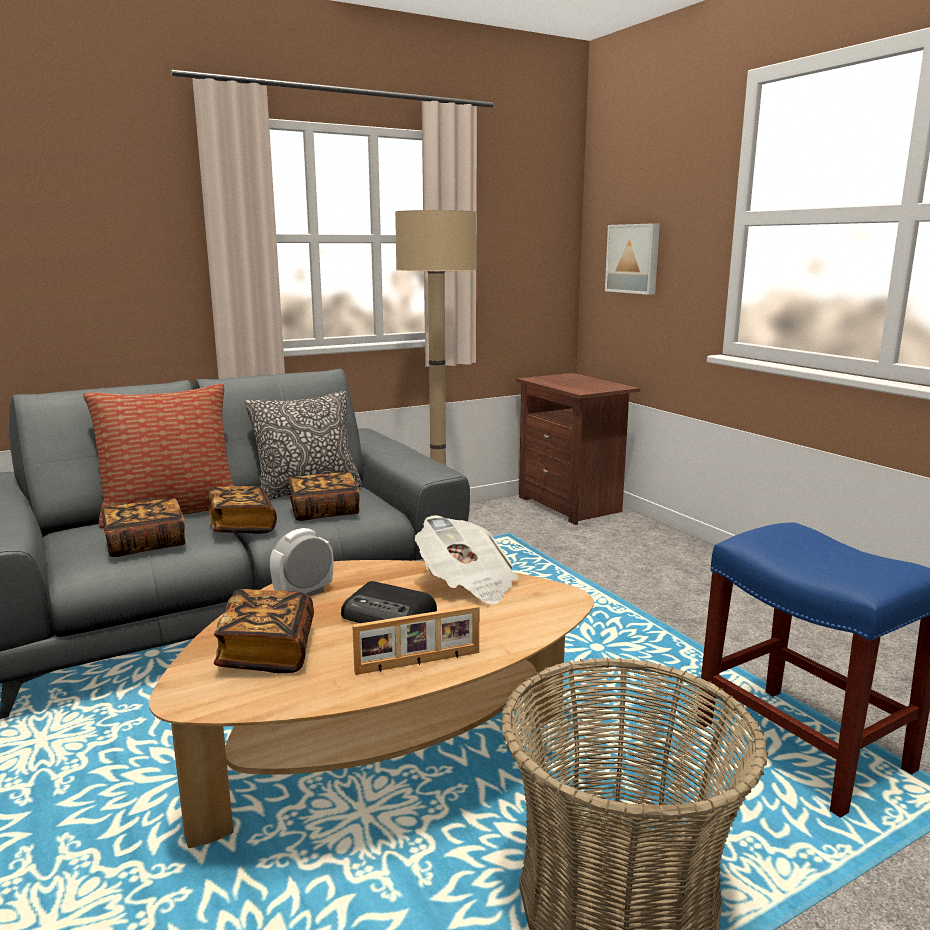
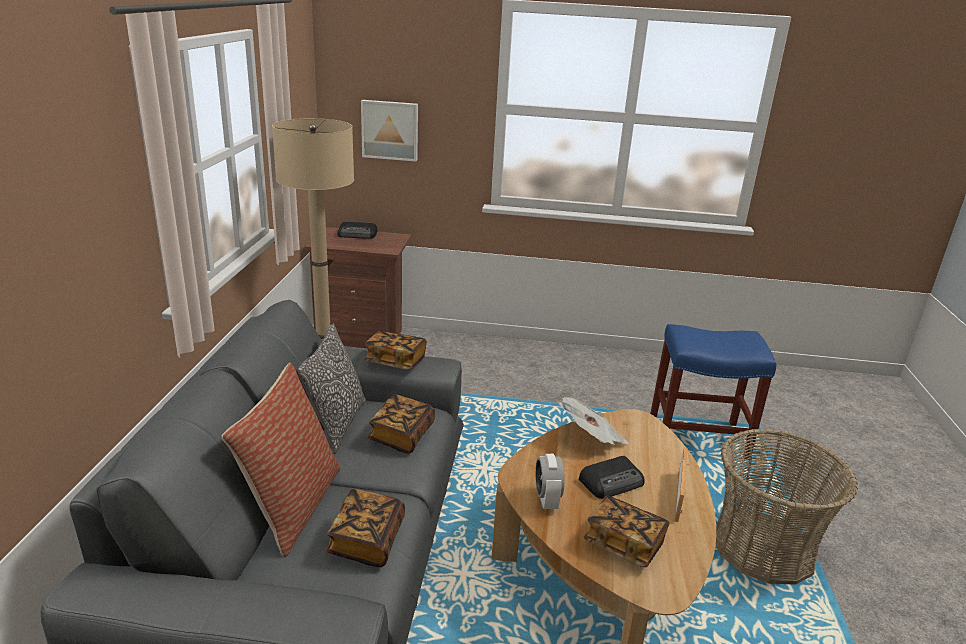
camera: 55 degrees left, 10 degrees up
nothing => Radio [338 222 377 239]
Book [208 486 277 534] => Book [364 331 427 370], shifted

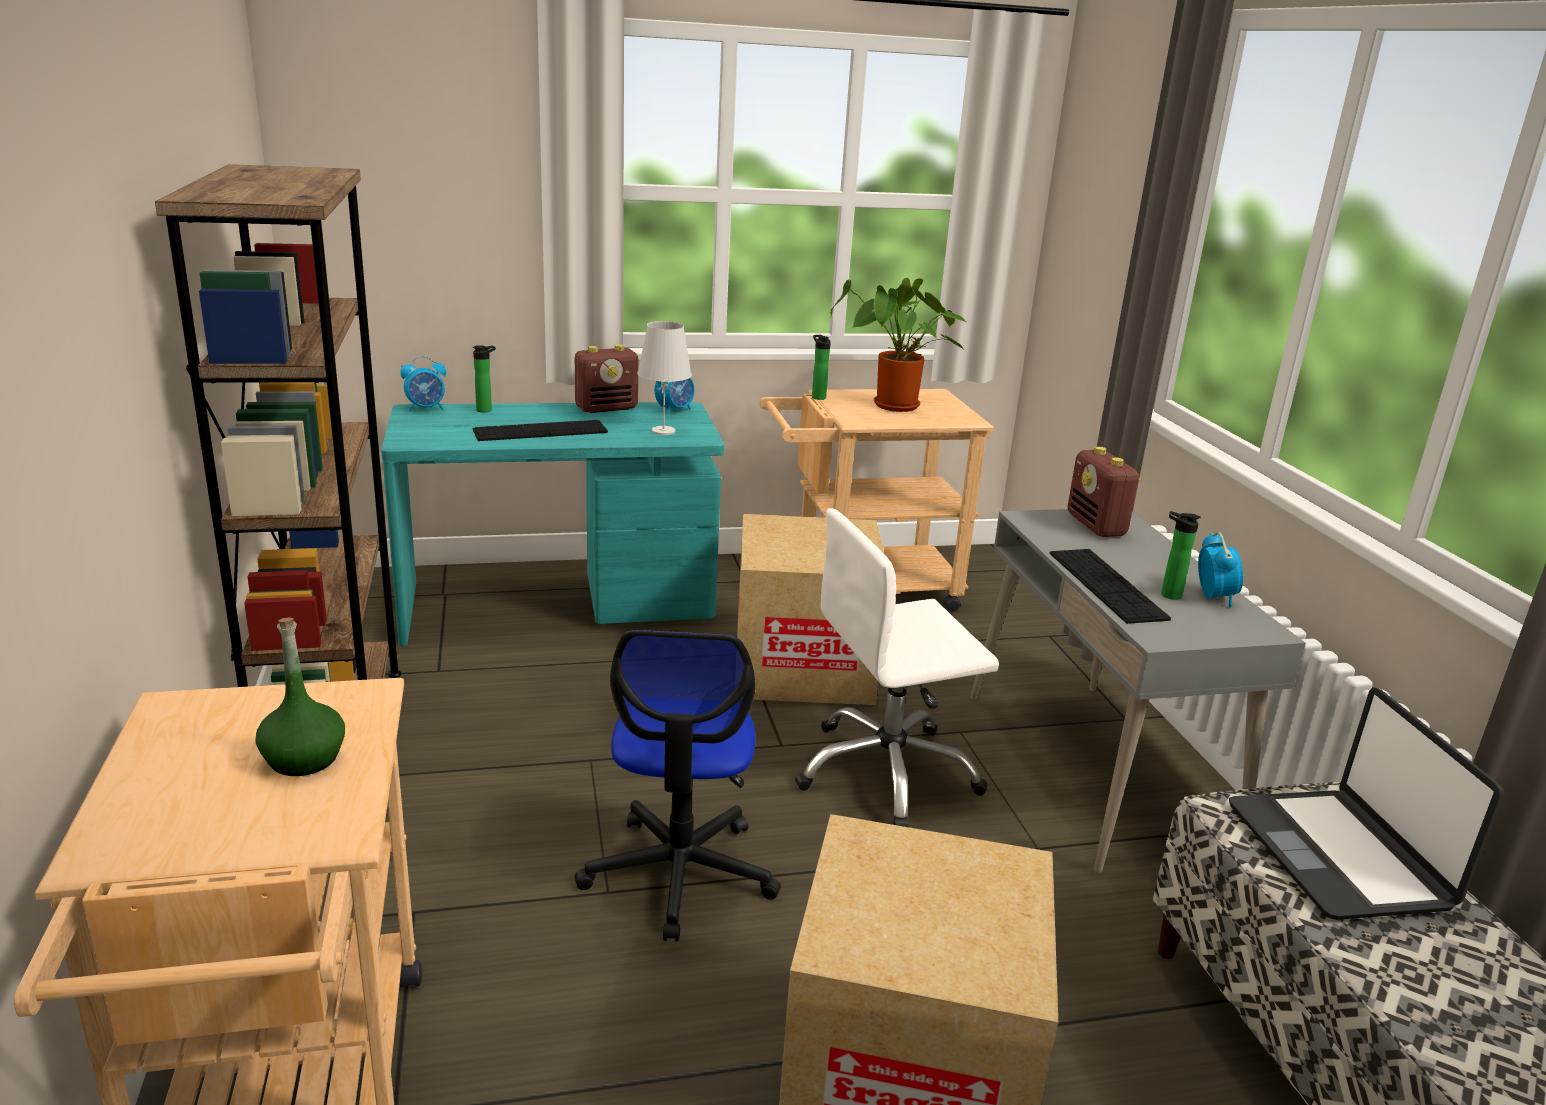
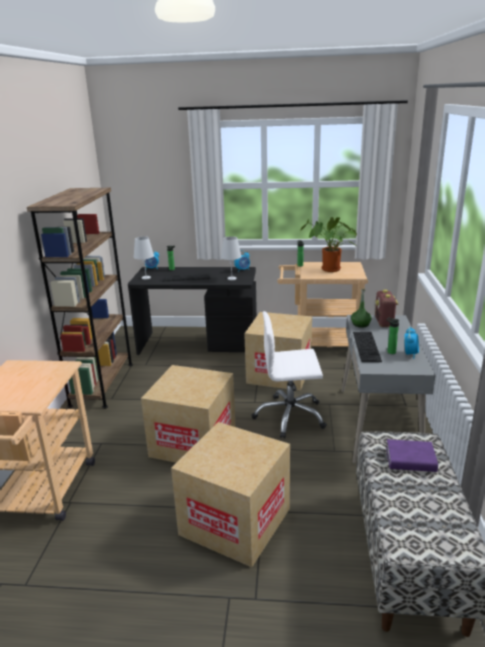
camera: 20 degrees right, 0 degrees up
TurquoiseDesk [381 402 724 646] => BlackDesk [128 267 257 355]
nothing => WhiteTableLamp [133 236 154 279]
OfficeChair [575 630 781 942] => CardboardBox [141 365 236 463]
GreenBottle [256 617 345 776] => GreenBottle [351 288 372 328], shifted
Laptop [1229 687 1504 920] => PurpleBook [386 439 438 472]
Radio [575 344 638 413] => nothing

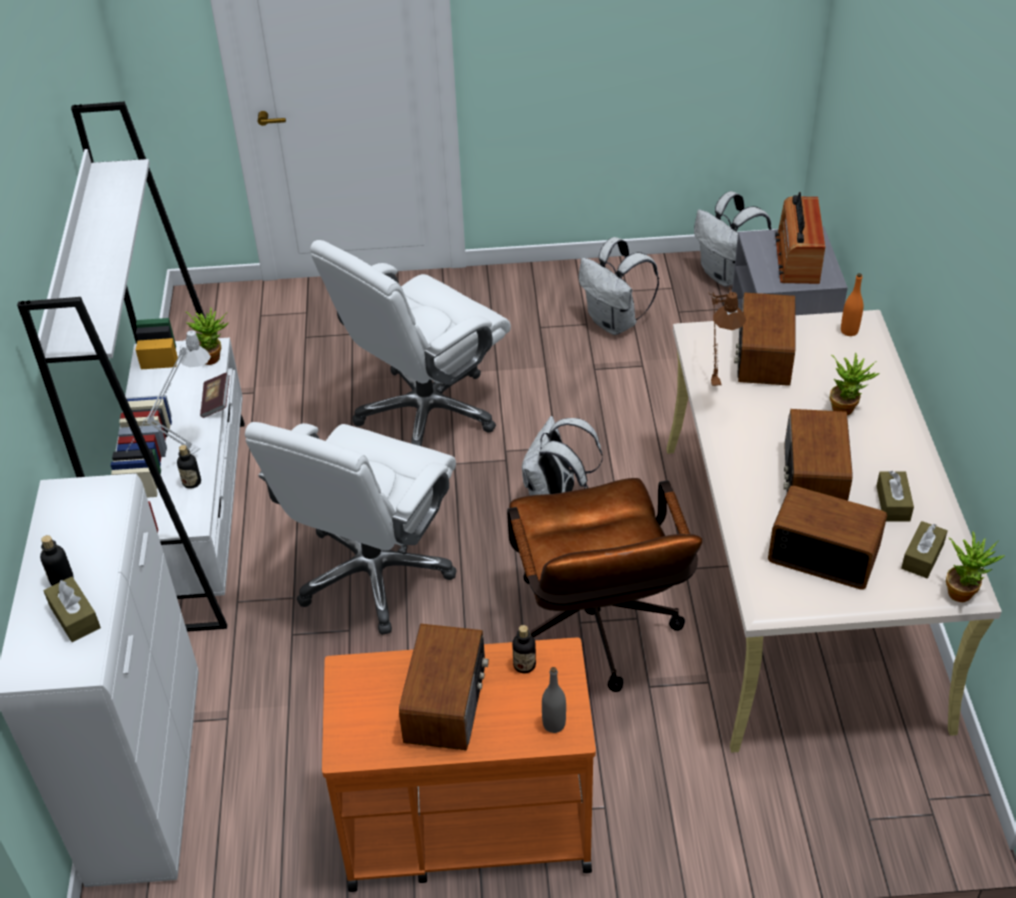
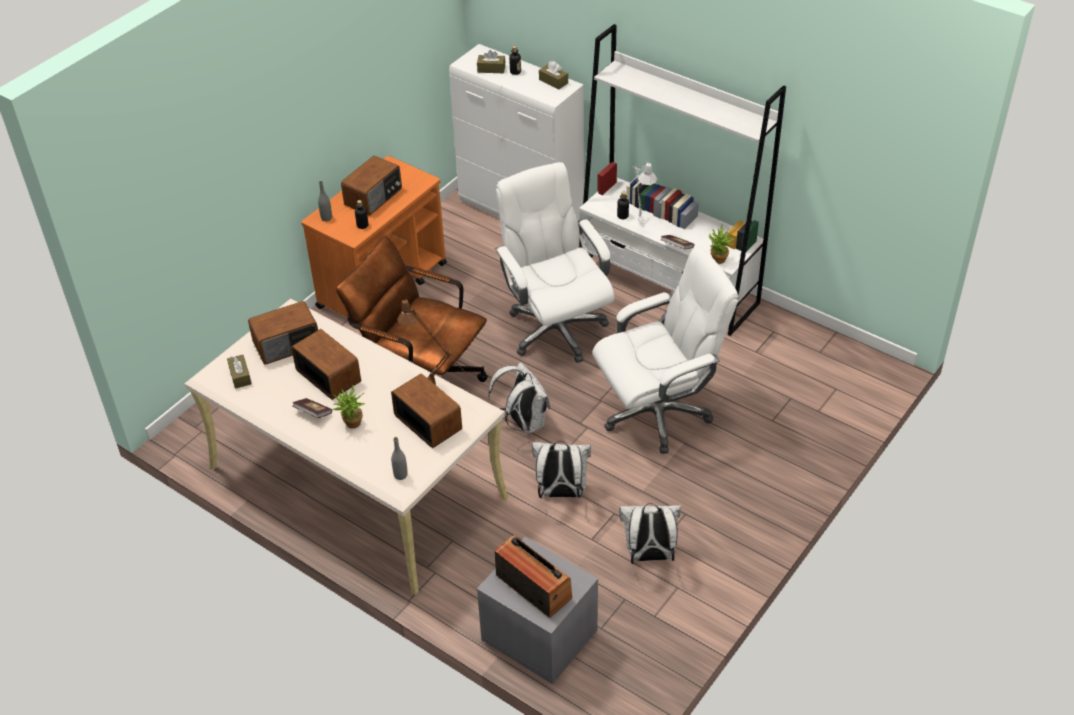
camera: 130 degrees right, 0 degrees up
nothing => Book [292 398 332 418]
Radio [399 623 489 750] => Radio [341 155 402 216], 105 degrees counterclockwise
OrangeBottle [841 273 864 336] => GreyBottle [391 437 408 480]
WhiteBackpack [694 191 772 287] => WhiteBackpack [532 441 591 498], shifted
BrownTissueBox [876 471 914 522] => BrownTissueBox [539 61 568 89], shifted
WhiteOfficeChair [310 240 511 446] => WhiteOfficeChair [593 246 739 454], 75 degrees clockwise
PottedPlant [946 531 1005 602] => nothing

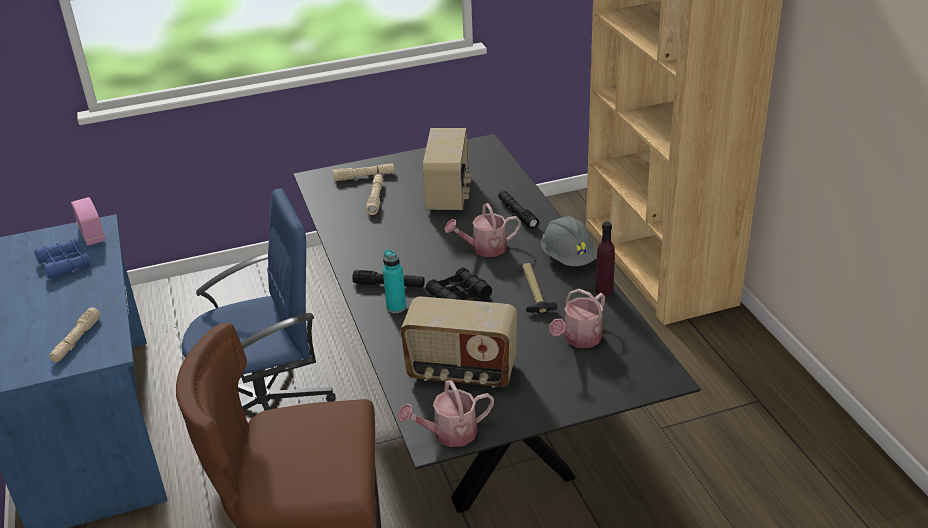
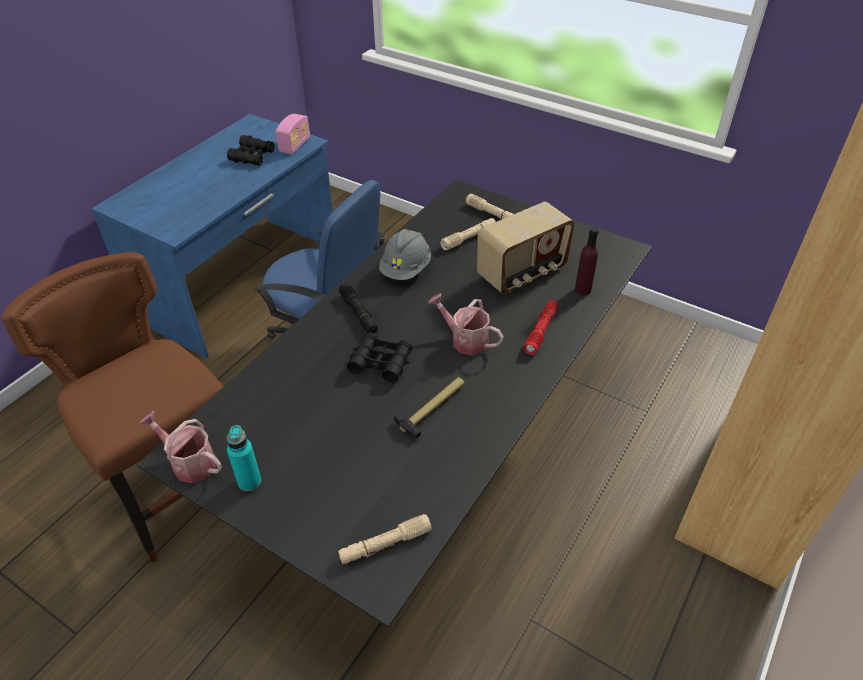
camera: 50 degrees right, 10 degrees up
TurquoiseBottle [383 249 406 313] => TurquoiseBottle [226 425 261 491], shifted
BlueBinoculars [34 239 90 279] => BlackBinoculars [227 135 274 166]
BeigeFlashlight [49 307 100 362] => BeigeFlashlight [338 514 432 564], shifted
GreyHardHat [541 216 597 266] => GreyHardHat [379 229 431 280], shifted
BlackFlashlight [498 191 539 229] => RedFlashlight [524 300 558 355]
PurpleBottle [595 222 615 295] => PurpleBottle [575 227 599 295], shifted
Radio [401 296 517 388] => nothing
WateringCan [549 288 605 348] => nothing

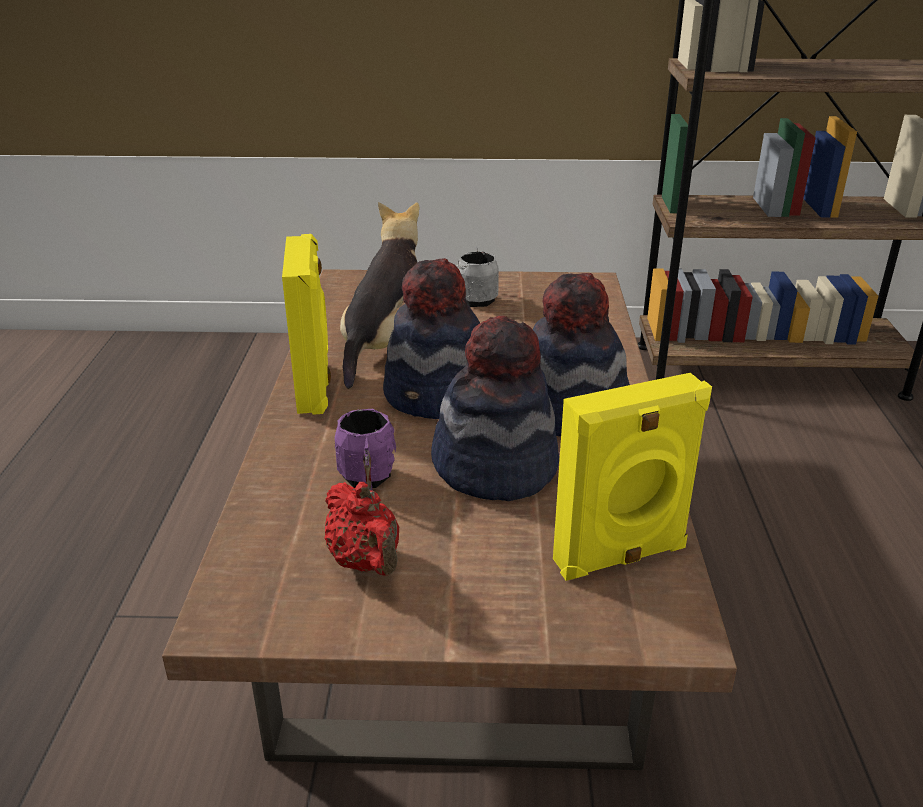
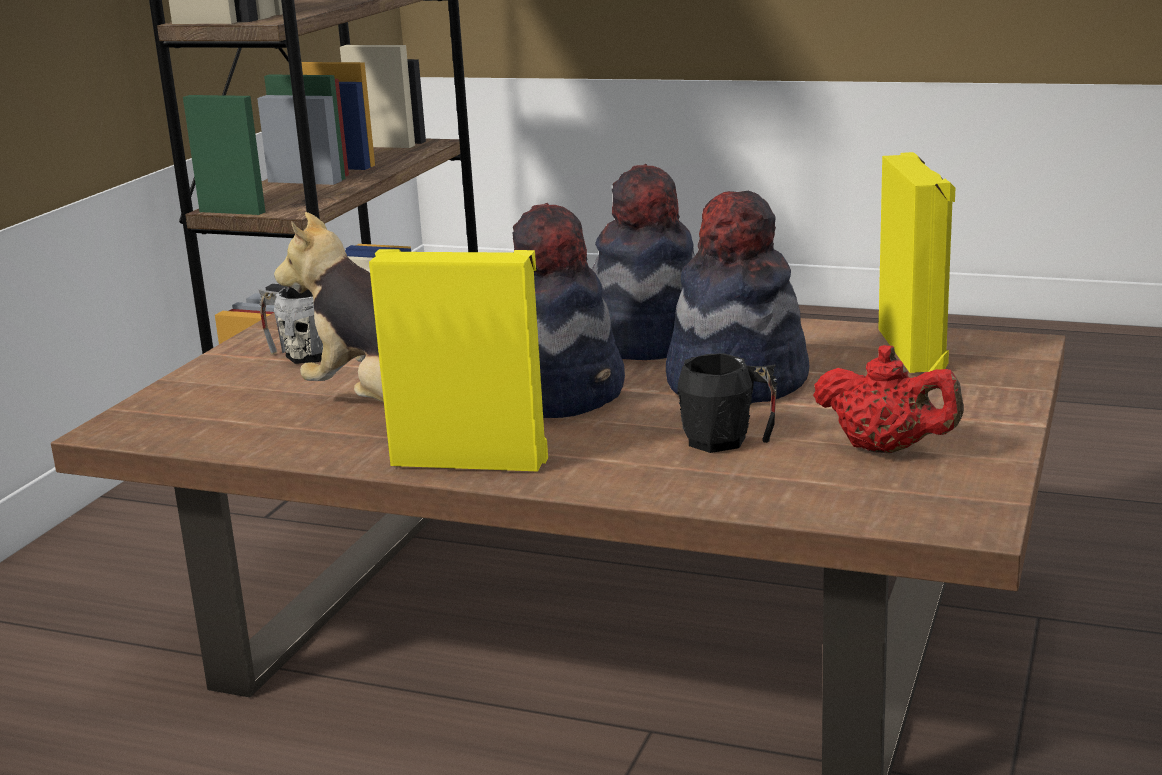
camera: 70 degrees left, 10 degrees down
PurpleMug [335 409 396 491] => BlackMug [677 353 778 453]
RedTeapot [324 482 399 576] => RedTeapot [813 345 964 454], 45 degrees clockwise

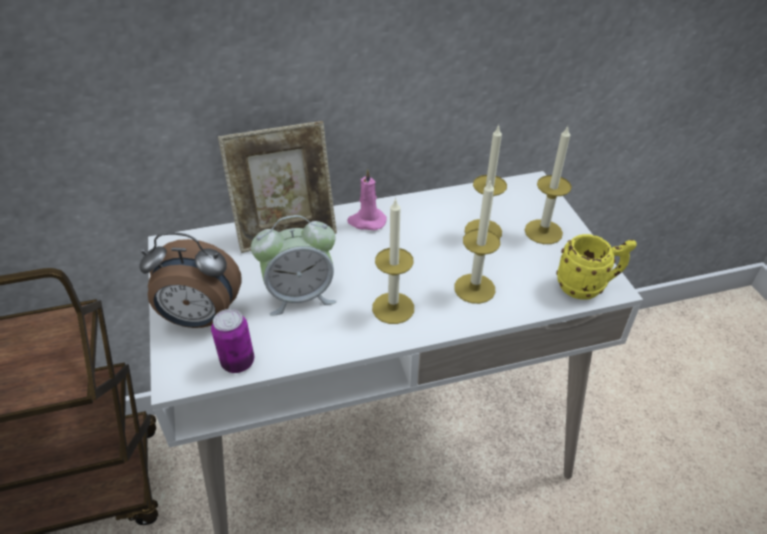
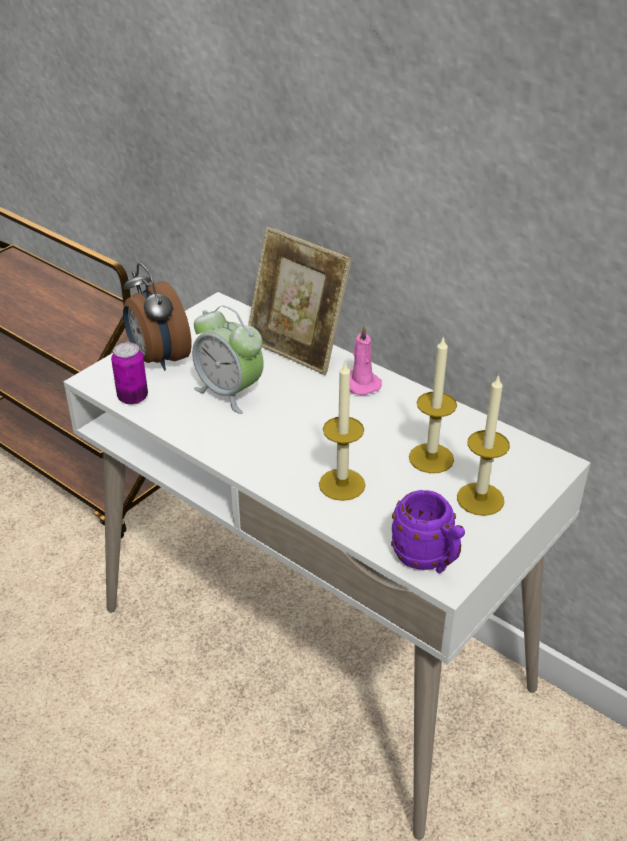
camera: 55 degrees right, 5 degrees down
YellowMug [556 234 637 300] => PurpleMug [391 490 465 573]
Candle [372 197 414 324] => nothing

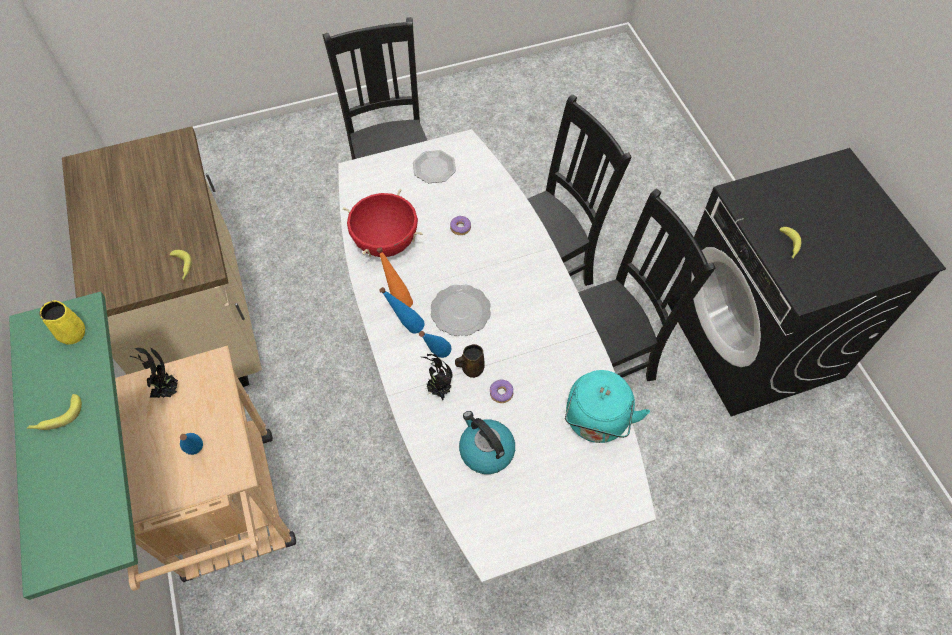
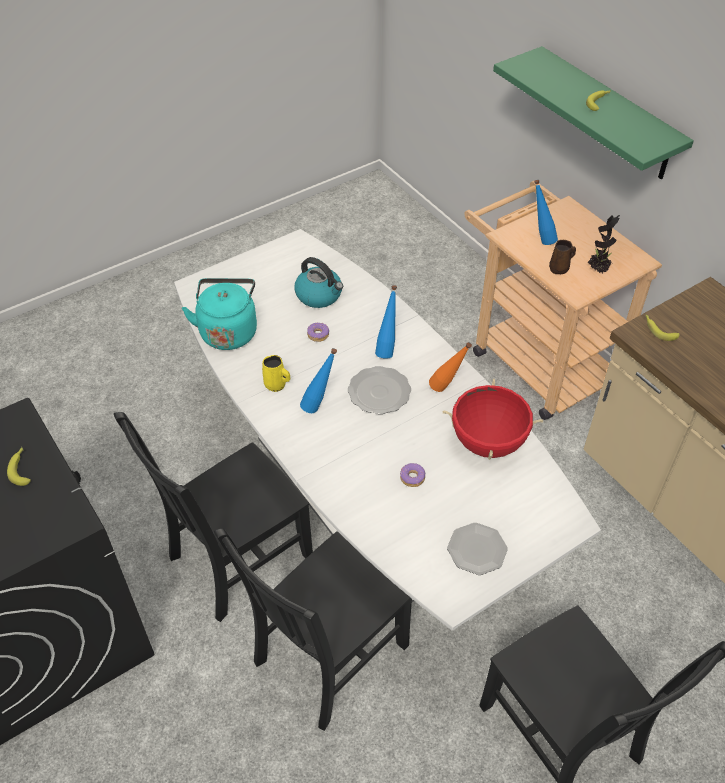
camera: 165 degrees right, 10 degrees down
YellowMug [39 300 85 345] => YellowMug [262 355 290 392], shifted
BlueBottle [379 287 425 334] => BlueBottle [300 348 337 413], shifted
BrownMug [455 344 485 378] => BrownMug [549 240 576 274], shifted
PottedPlant [422 354 452 401] => nothing

